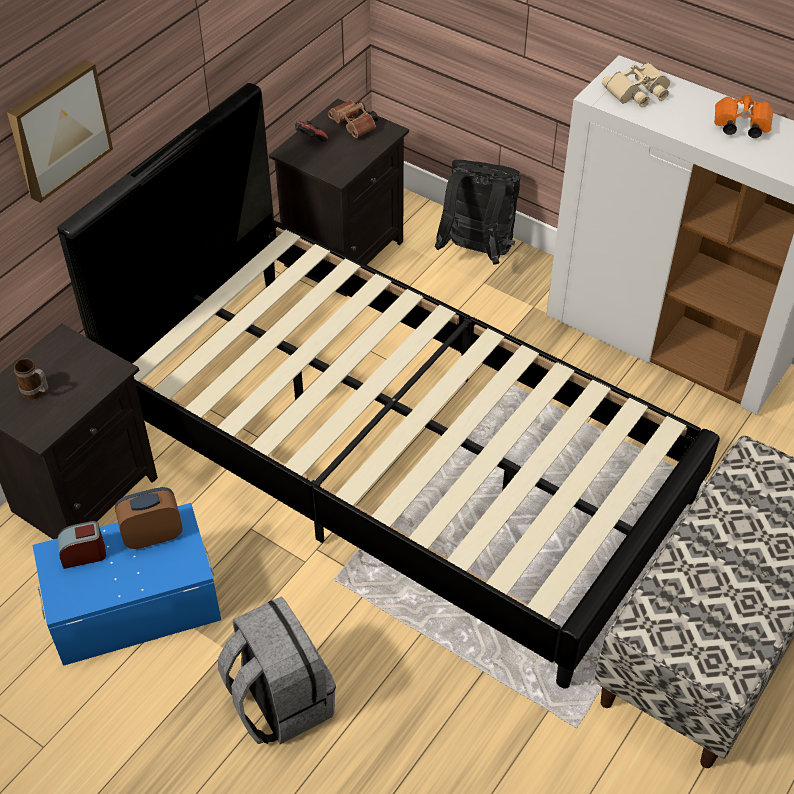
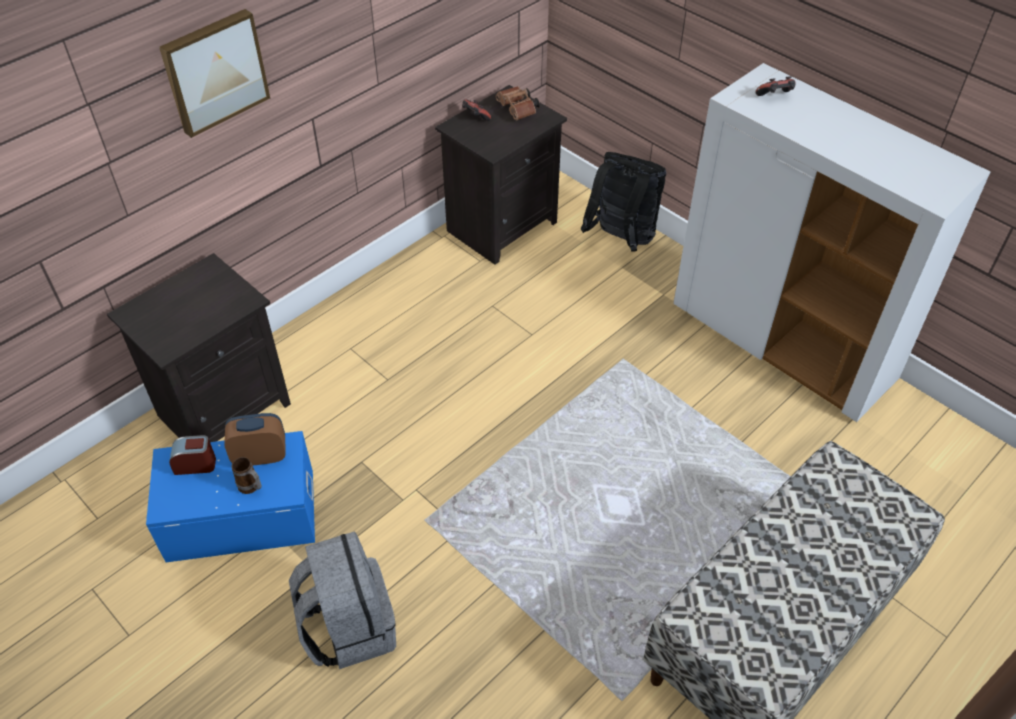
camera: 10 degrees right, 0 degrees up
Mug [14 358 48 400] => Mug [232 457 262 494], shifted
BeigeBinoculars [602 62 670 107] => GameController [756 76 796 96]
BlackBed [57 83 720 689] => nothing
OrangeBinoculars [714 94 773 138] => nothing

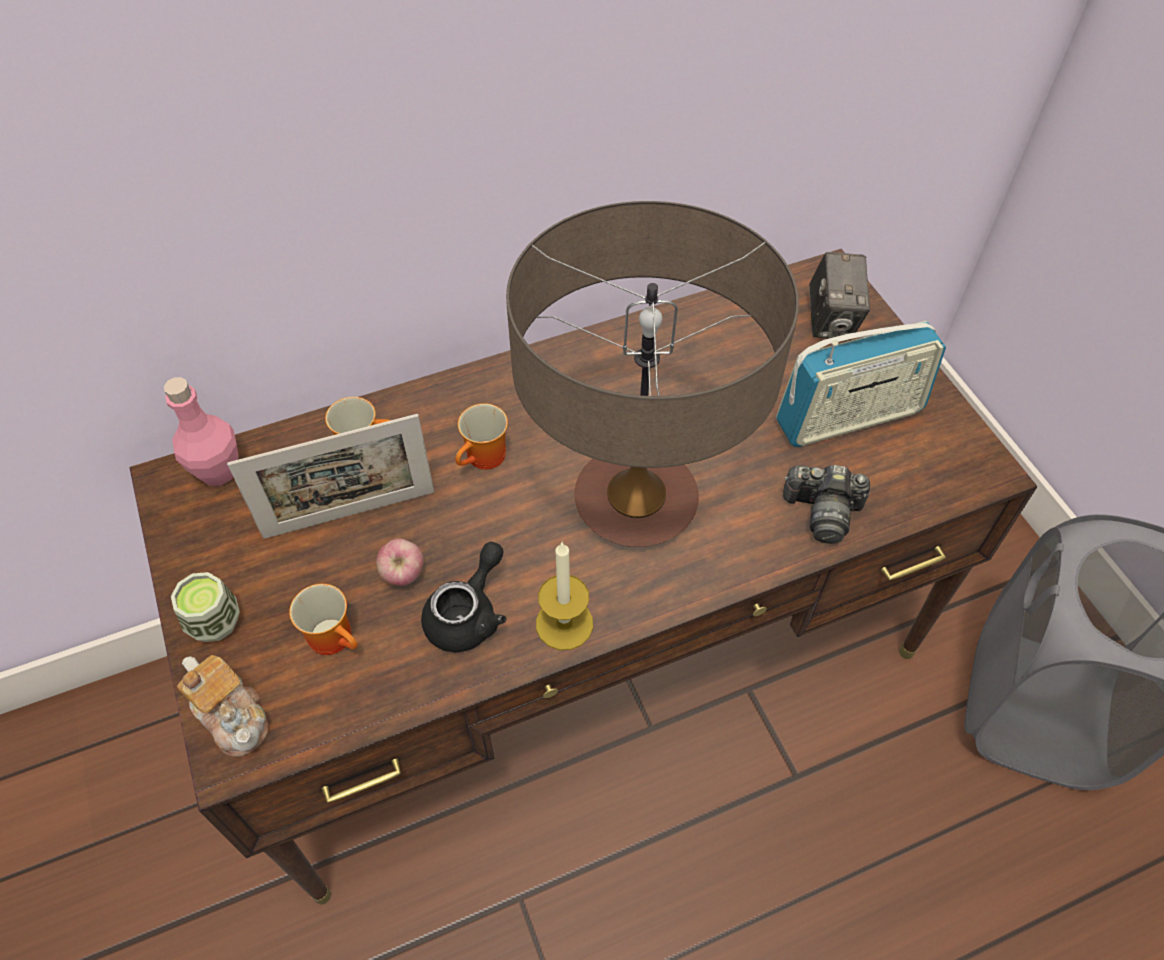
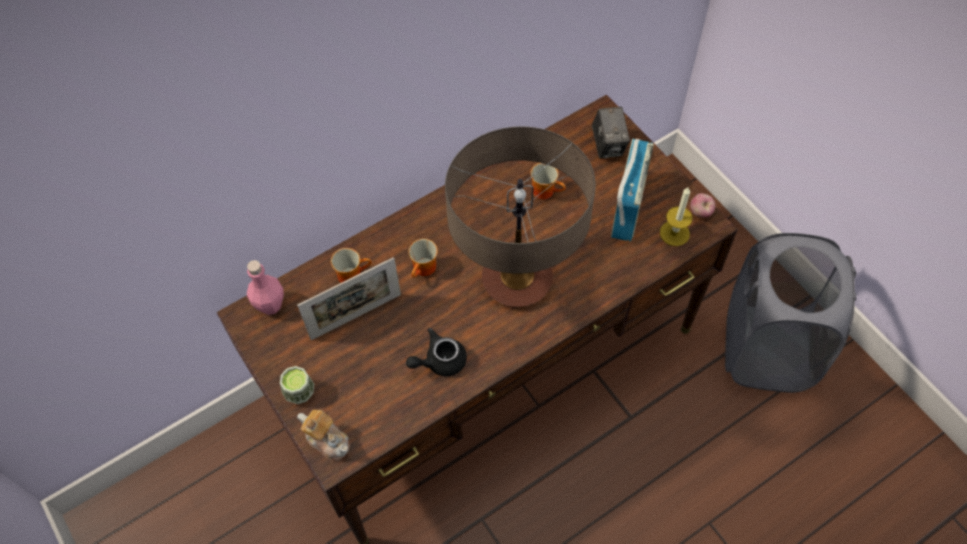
camera: 10 degrees left, 5 degrees up
BlackTeapot [421 542 506 652] => BlackTeapot [406 328 467 376], 135 degrees counterclockwise
Mug [289 584 358 655] => Mug [531 163 566 199], shifted
Radio [776 321 946 447] => Radio [611 139 654 242], 45 degrees counterclockwise
Candle [536 542 593 650] => Candle [660 187 693 246], shifted
Apple [376 538 424 586] => Apple [690 193 716 217], shifted
PhotoCamera [783 465 870 544] => nothing

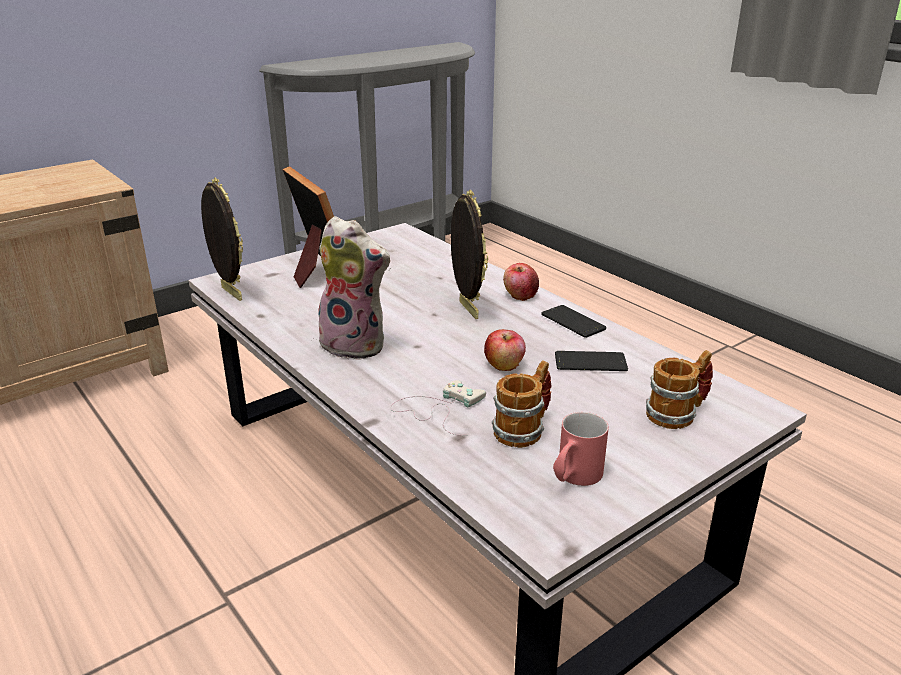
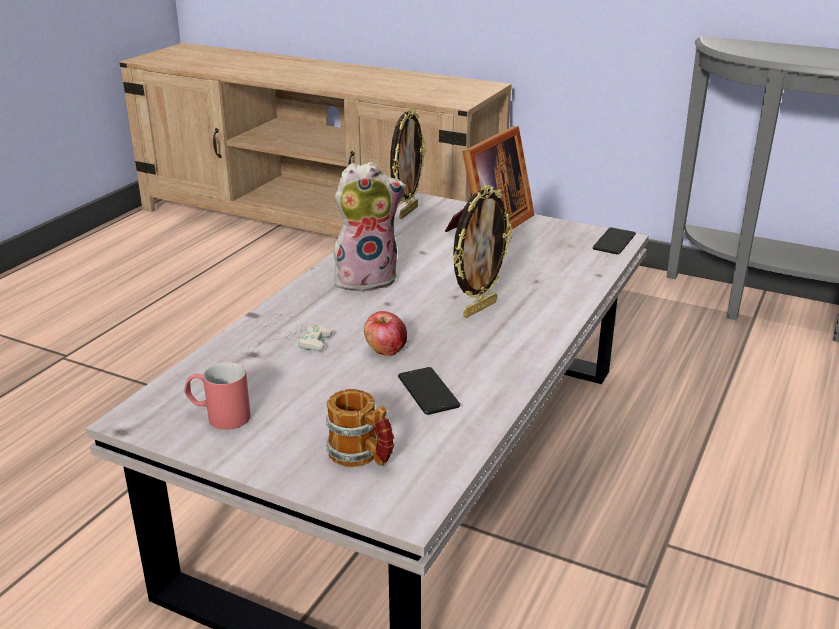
camera: 65 degrees right, 0 degrees up
PlushToy [316 216 390 360] => PlushToy [334 162 407 292], 105 degrees counterclockwise
Phone [541 305 606 338] => Phone [593 228 636 254], shifted
Mug [492 361 551 448] => nothing
Apple [503 263 539 301] => nothing

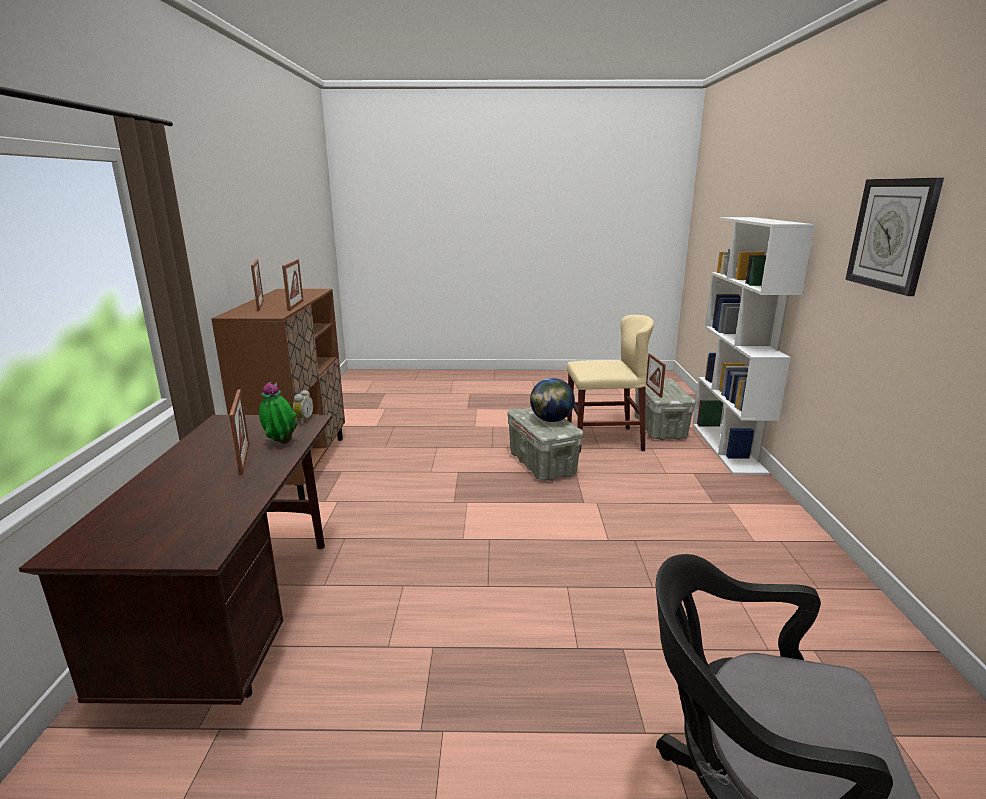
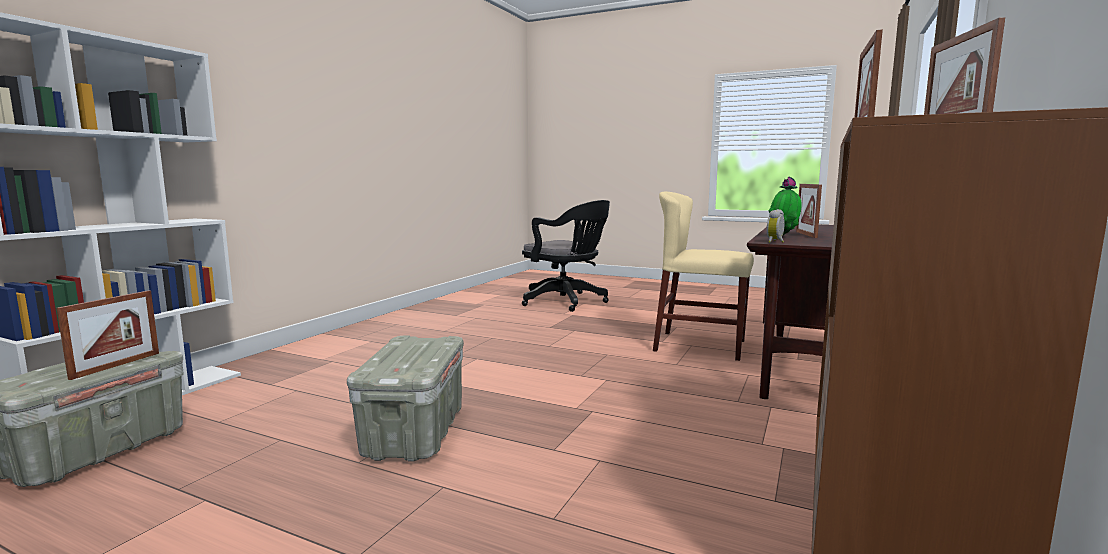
camera: 155 degrees left, 10 degrees down
BeigeChair [567 315 654 453] => BeigeChair [653 192 754 361], shifted
Globe [530 378 575 422] => nothing
WallClock [845 178 944 296] => nothing

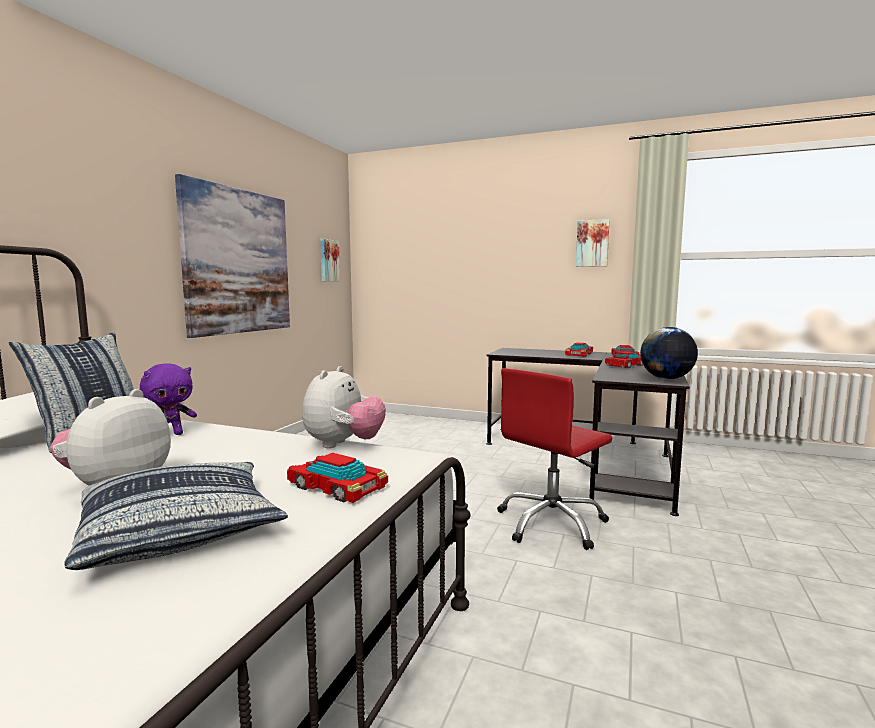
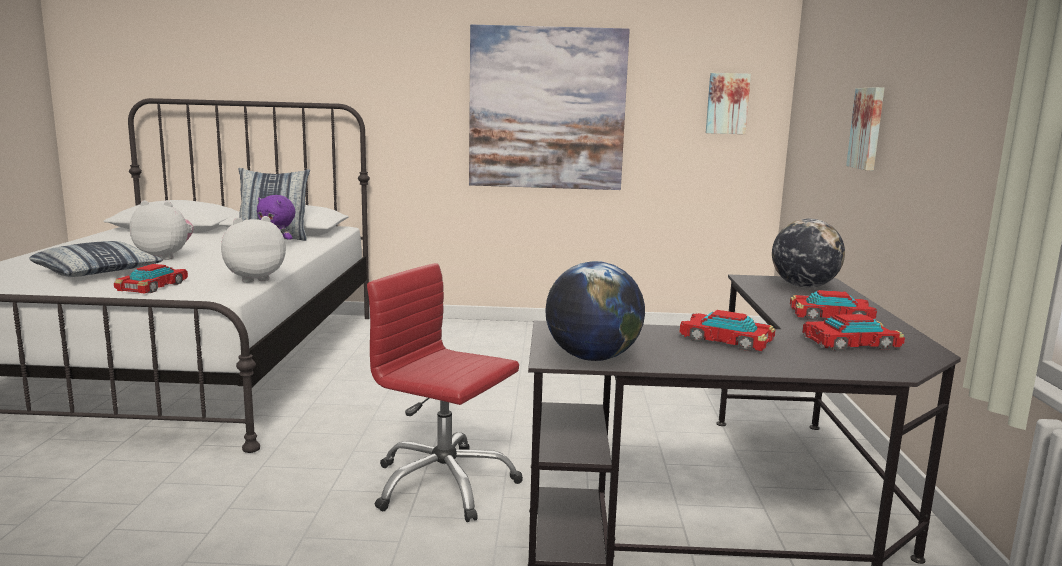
camera: 70 degrees right, 5 degrees up
PlushToy [302 366 386 448] => PlushToy [221 216 286 283], 150 degrees clockwise
nothing => Globe [772 219 845 288]
Picture [576 219 610 267] => Picture [846 87 885 171], shifted

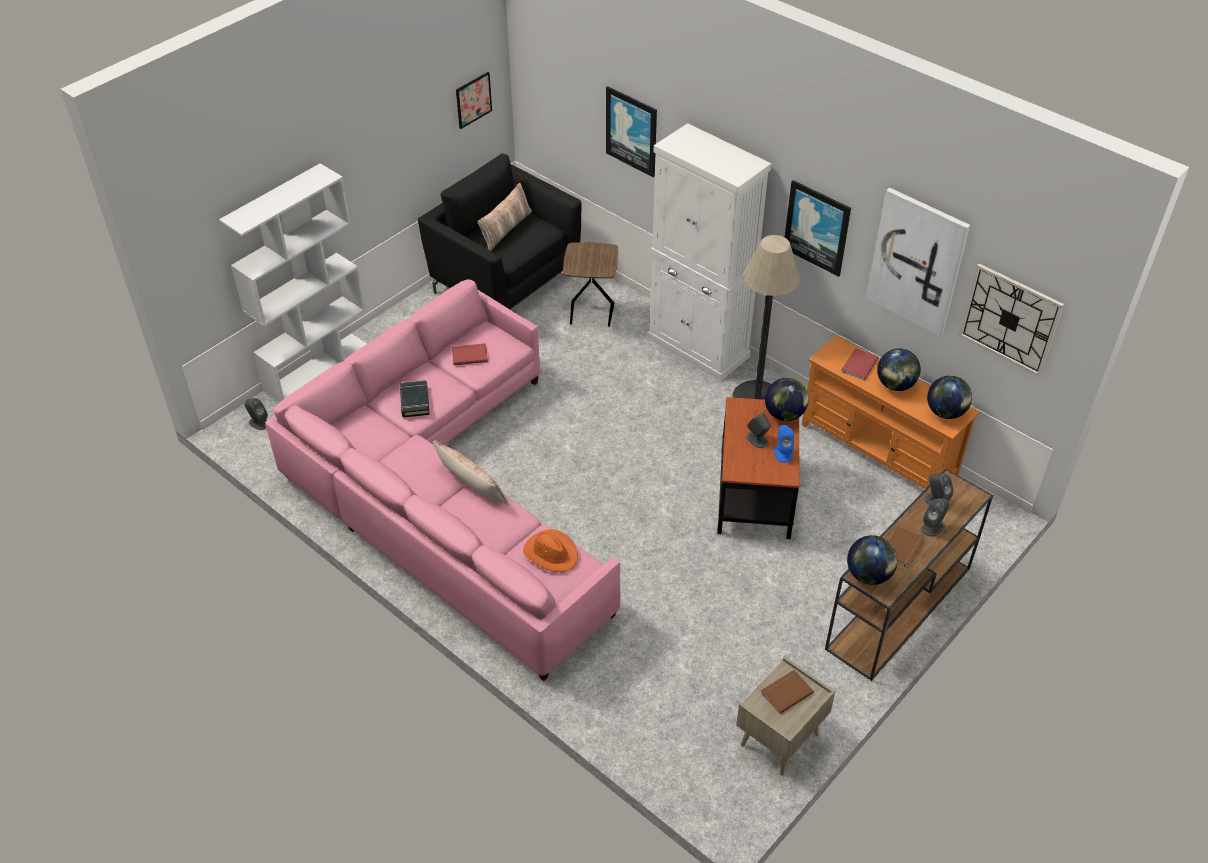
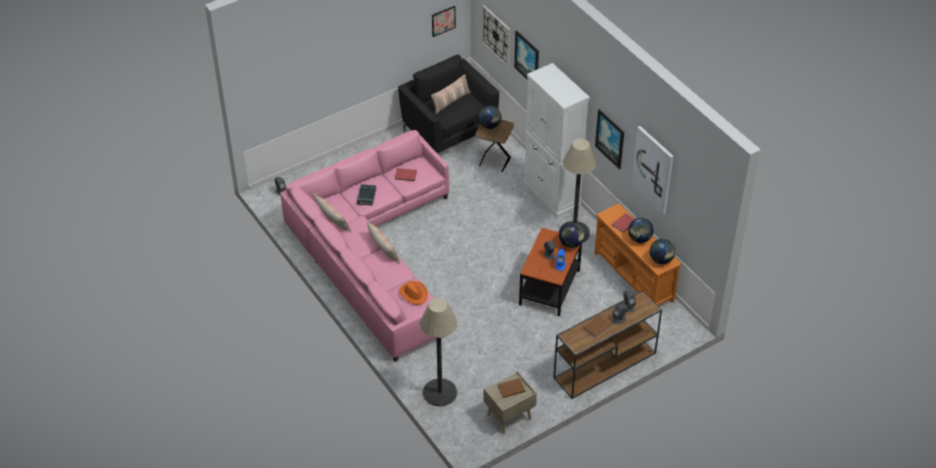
camera: 15 degrees right, 0 degrees up
nothing => Pillow [313 193 351 232]
nothing => FloorLamp [420 298 457 406]
Globe [847 535 898 585] => Globe [478 106 501 129], shifted
WallClock [959 264 1064 376] => WallClock [482 5 511 67], shifted
WhiteBookcase [219 163 367 403] => nothing

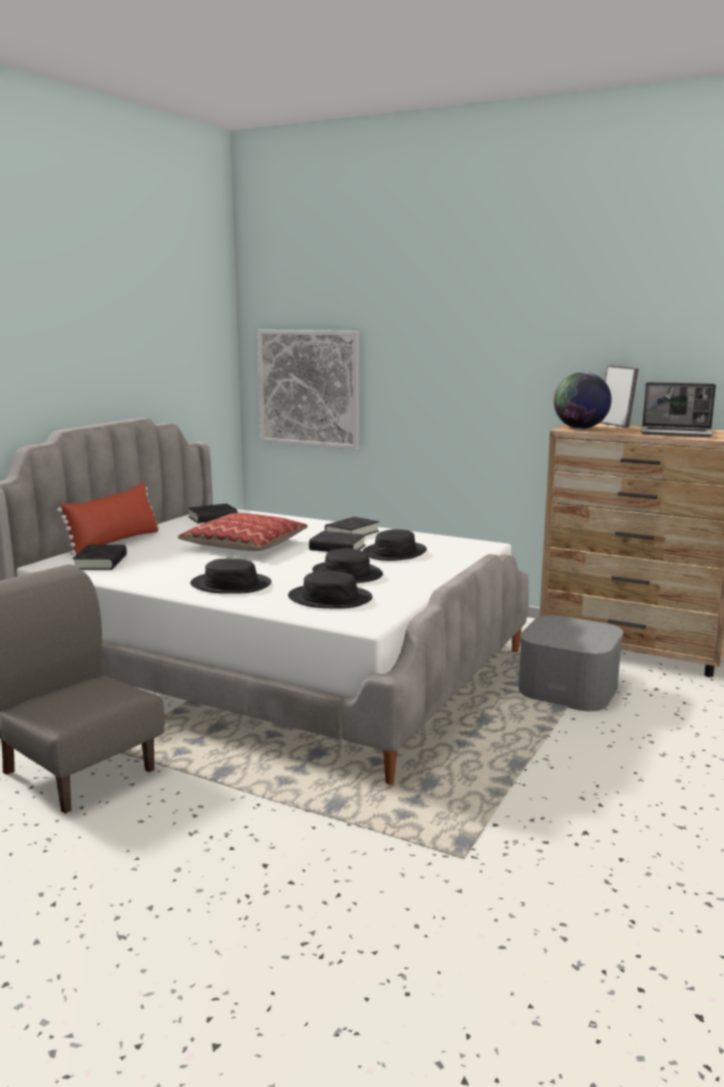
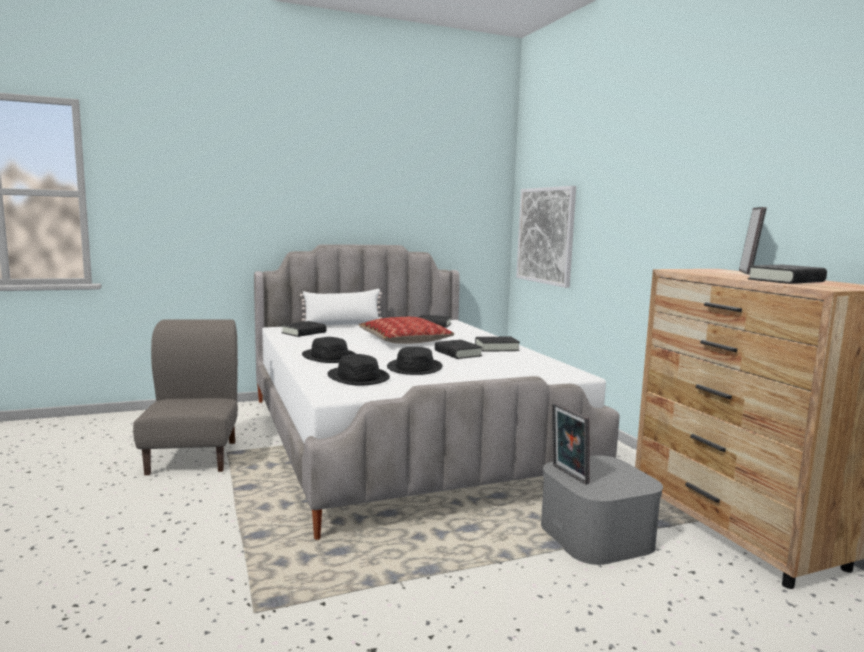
camera: 40 degrees right, 5 degrees down
RedPillow [57 483 160 555] => WhitePillow [300 289 382 325]
nothing => PictureFrame [552 403 590 485]
Laptop [641 382 716 437] => BlackBook [748 265 827 284]
BlackHat [363 529 427 561] => nothing
Globe [554 372 612 429] => nothing

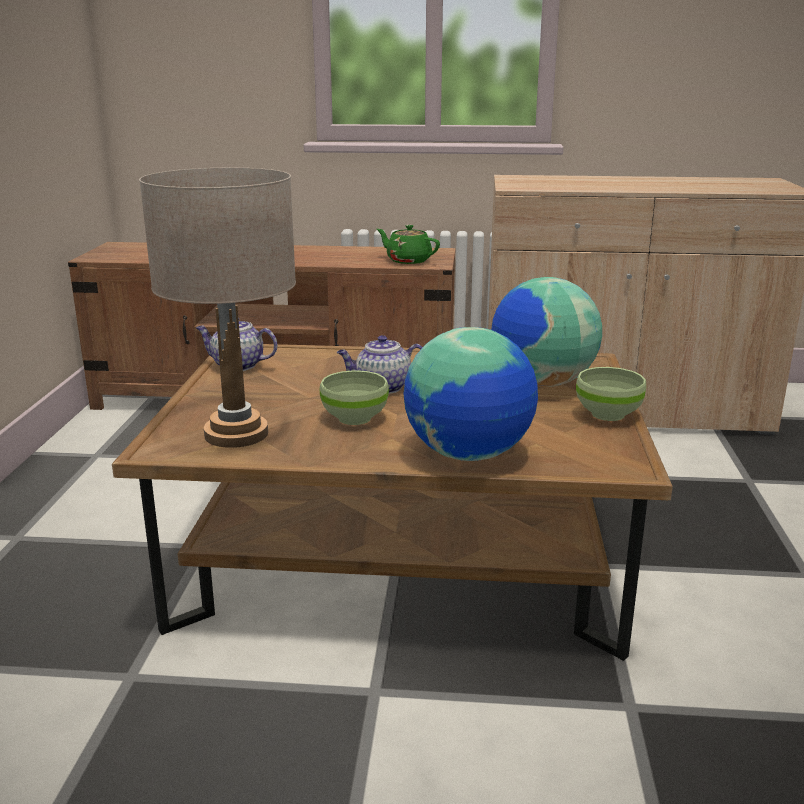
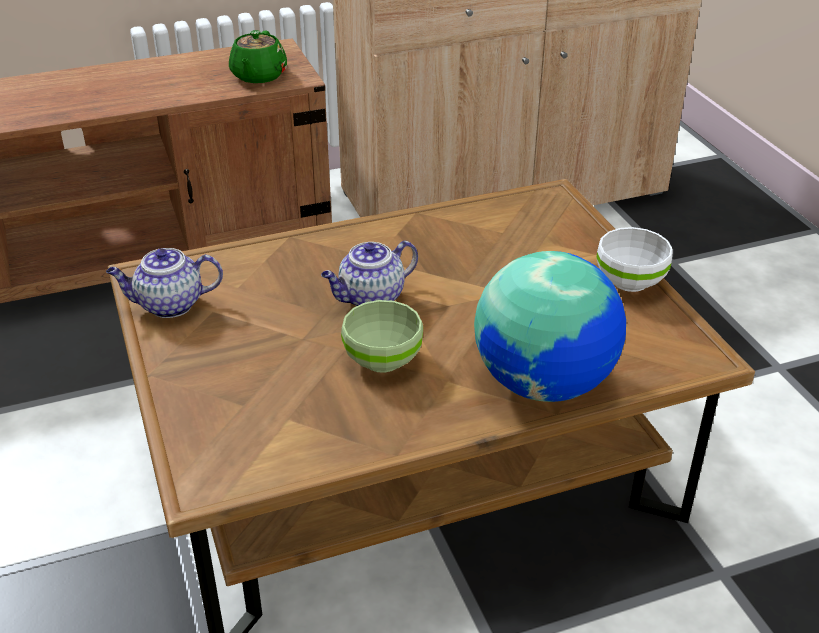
camera: 25 degrees left, 15 degrees up
GreenTeapot [377 225 440 264] => GreenTeapot [229 30 287 83], 90 degrees counterclockwise
GreenBowl [576 367 646 421] => WhiteBowl [597 227 673 292]
BeigeTableLamp [139 168 296 448] => nothing
Globe [491 277 602 387] => nothing

